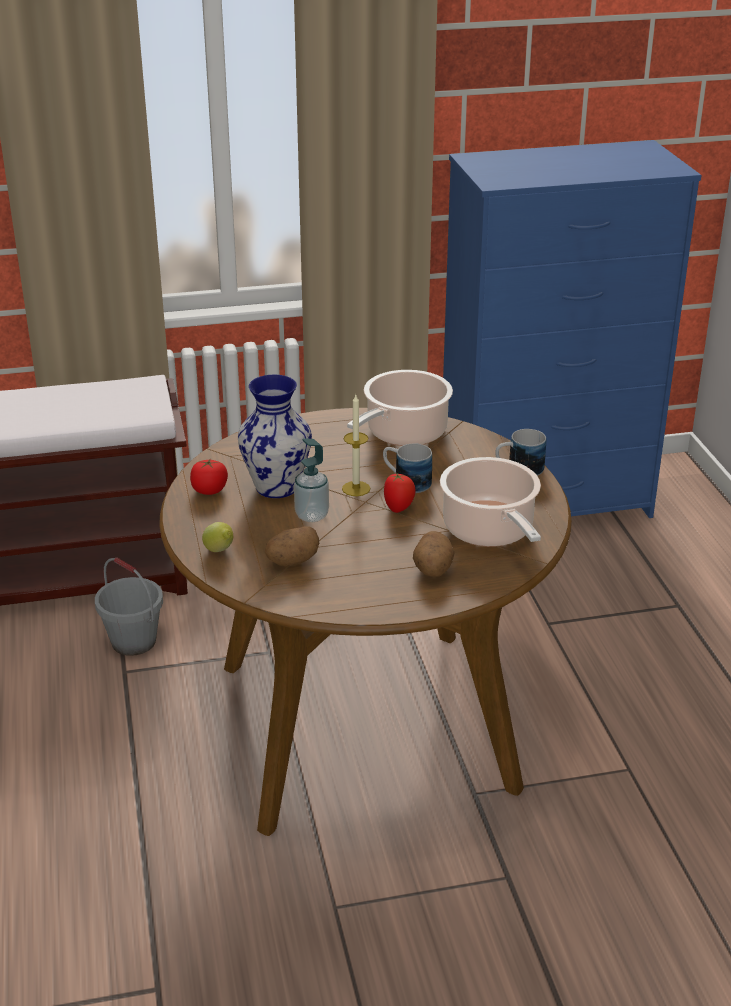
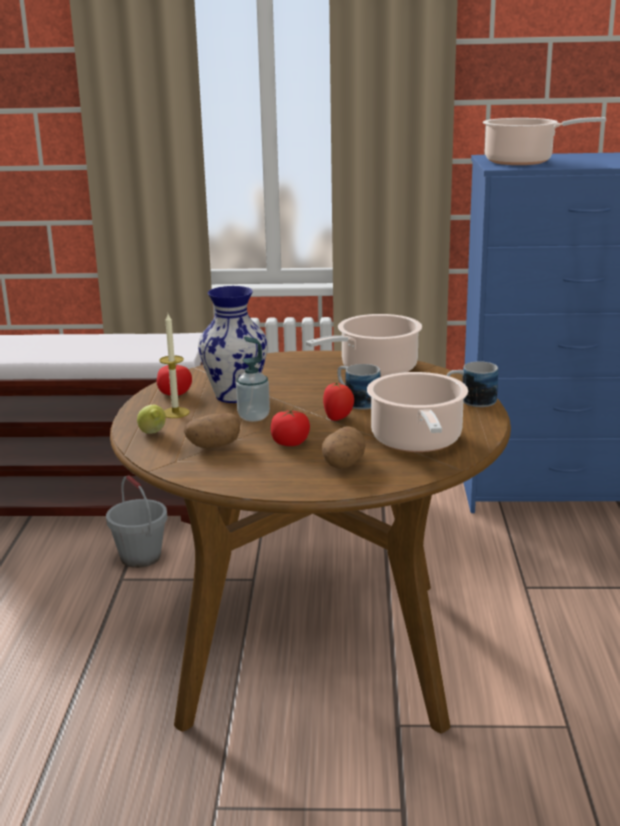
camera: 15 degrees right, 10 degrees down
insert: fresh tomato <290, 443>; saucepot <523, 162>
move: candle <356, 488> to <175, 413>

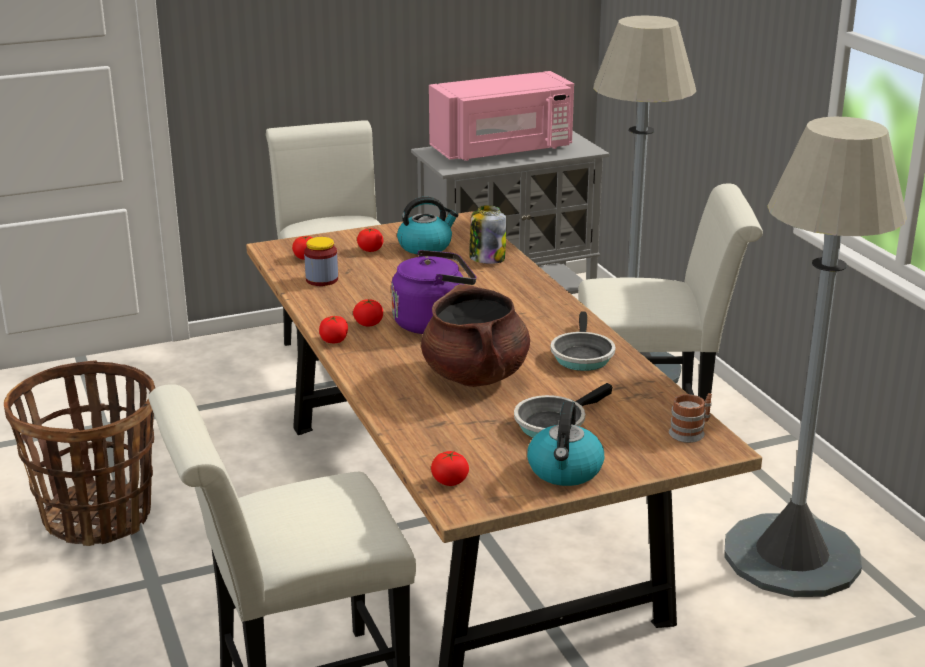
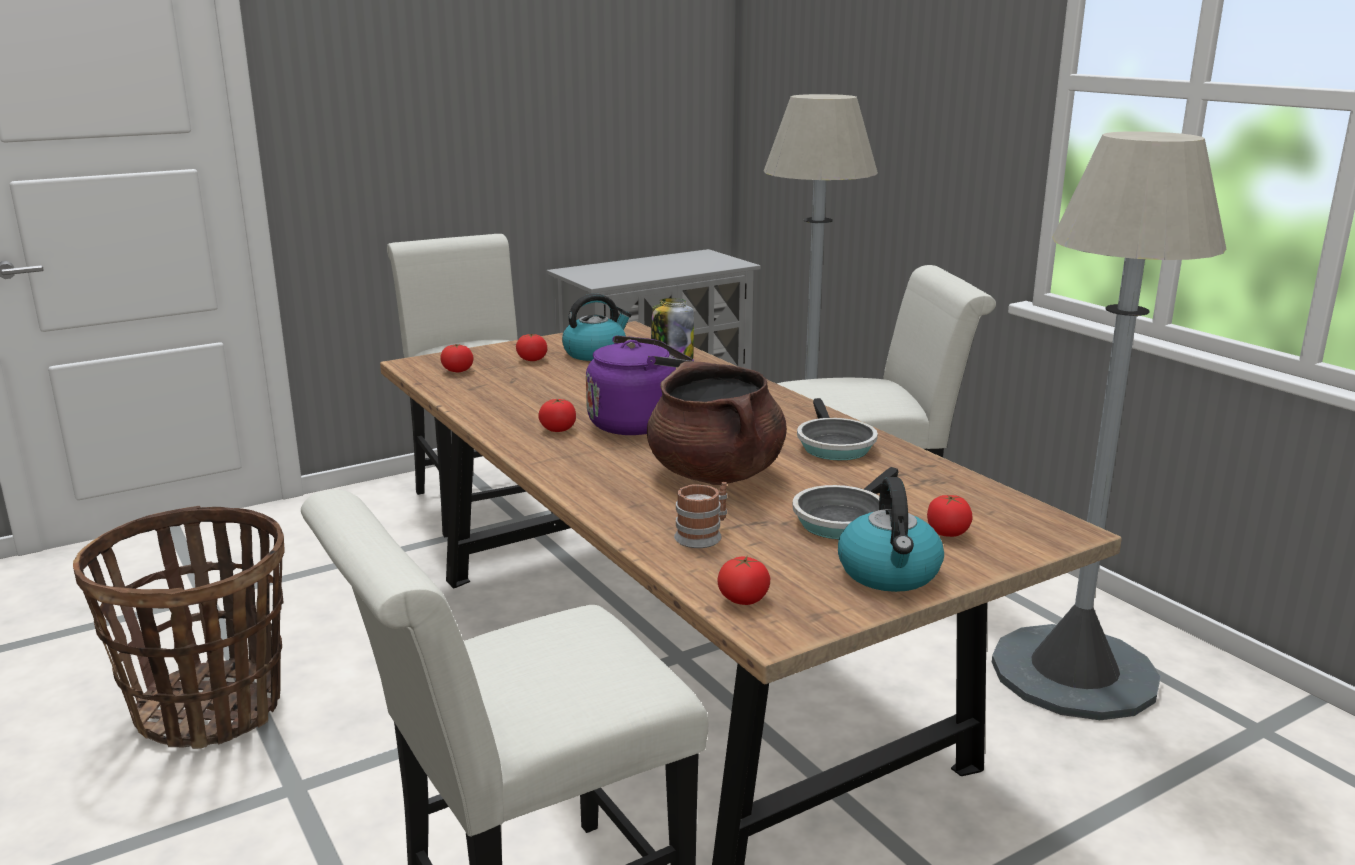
camera: 10 degrees left, 5 degrees down
delete: storage jar <322, 280>; pink-coloured microwave oven <503, 150>
move: fresh tomato <334, 340> to <947, 532>; tea mug <691, 432> to <703, 535>

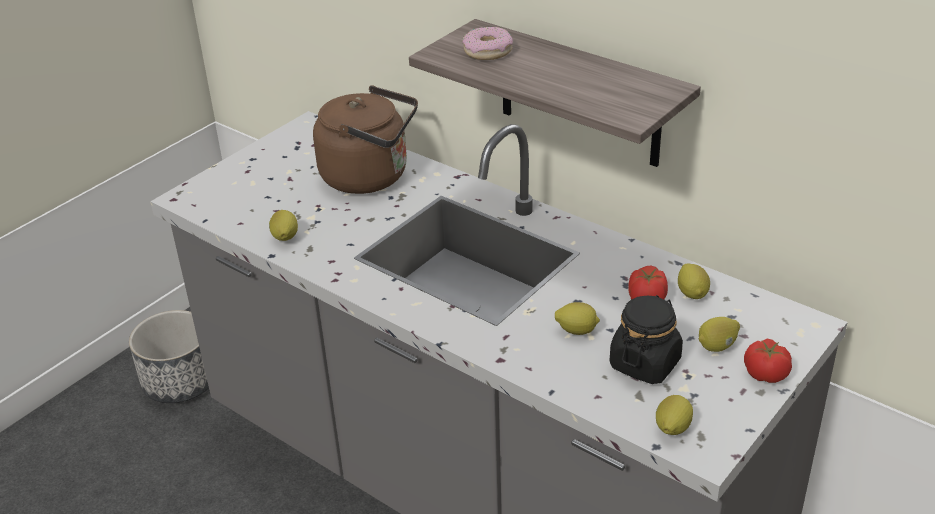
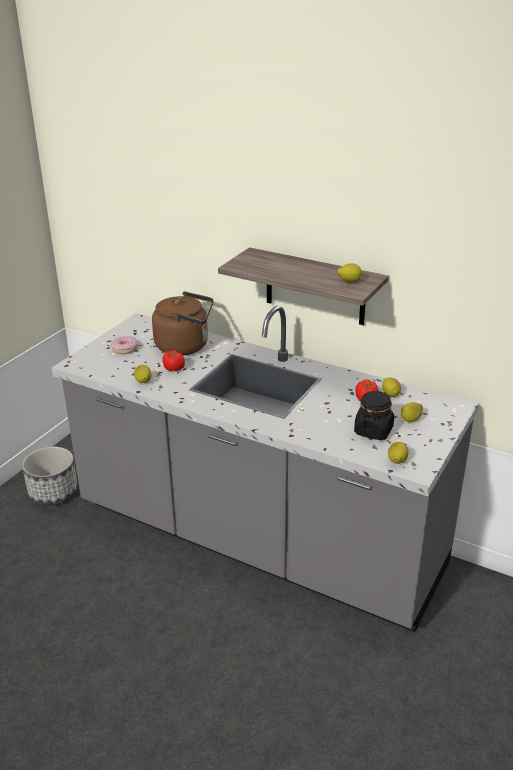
camera: 10 degrees left, 5 degrees down
move: doughnut <487, 51> to <125, 349>; whole lemon <576, 330> to <349, 281>; fresh tomato <765, 375> to <174, 368>

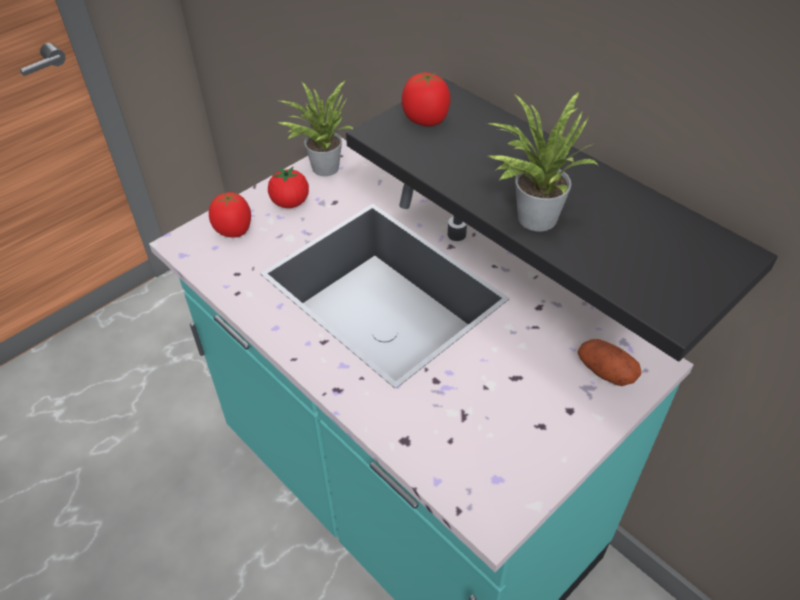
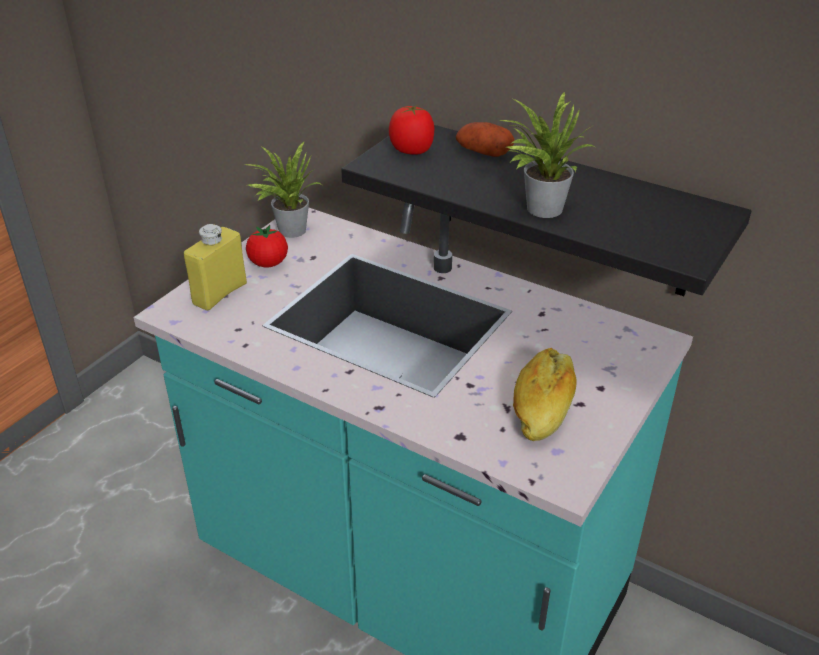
camera: 15 degrees left, 10 degrees down
insert: bakery bread <543, 406>
move: whole potato <605, 371> to <483, 153>
replace: fresh tomato <234, 230> to yellow bottle <220, 294>

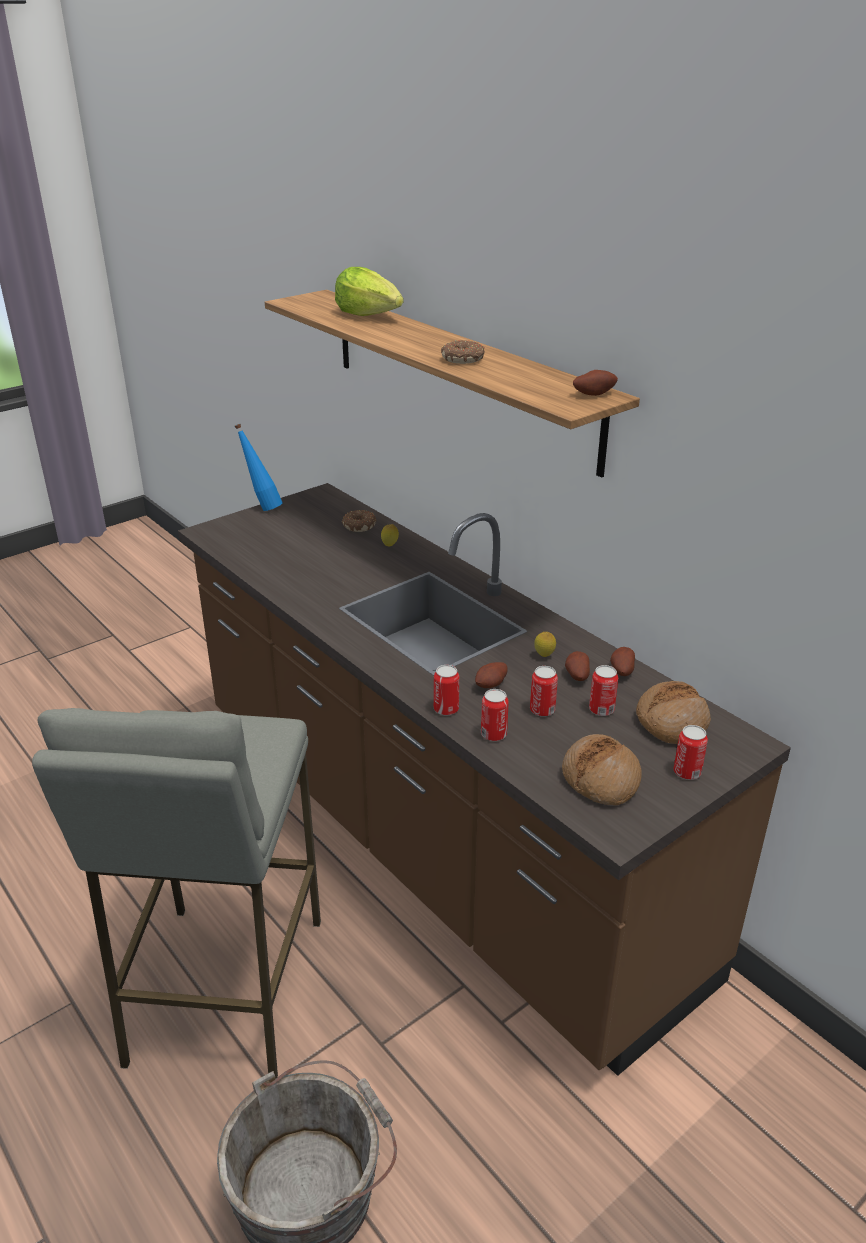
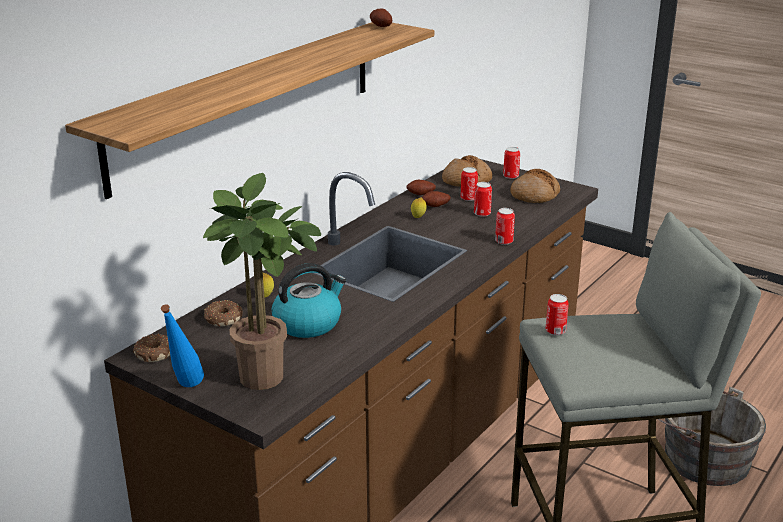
camera: 105 degrees left, 5 degrees down
delete: lettuce head <370, 315>; whole potato <492, 685>
insert: houseplant <267, 380>; tea kettle <308, 323>
move: doughnut <463, 359> to <154, 353>; can <493, 734> to <555, 331>

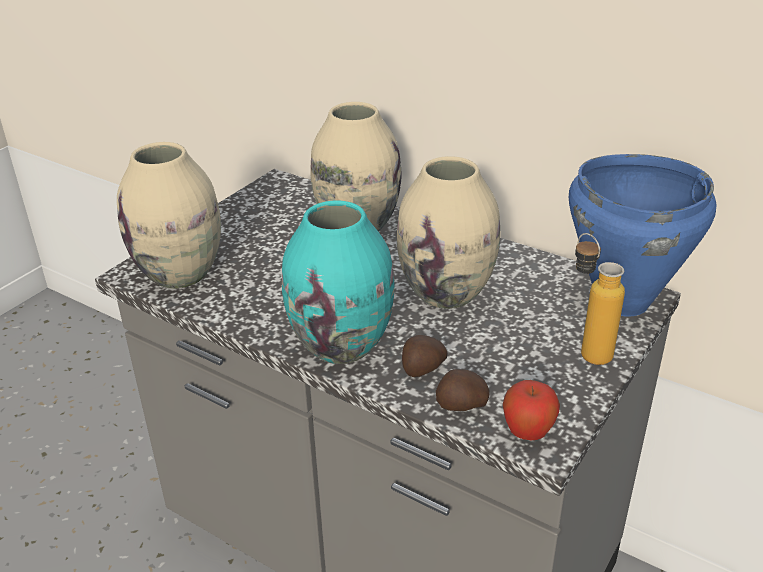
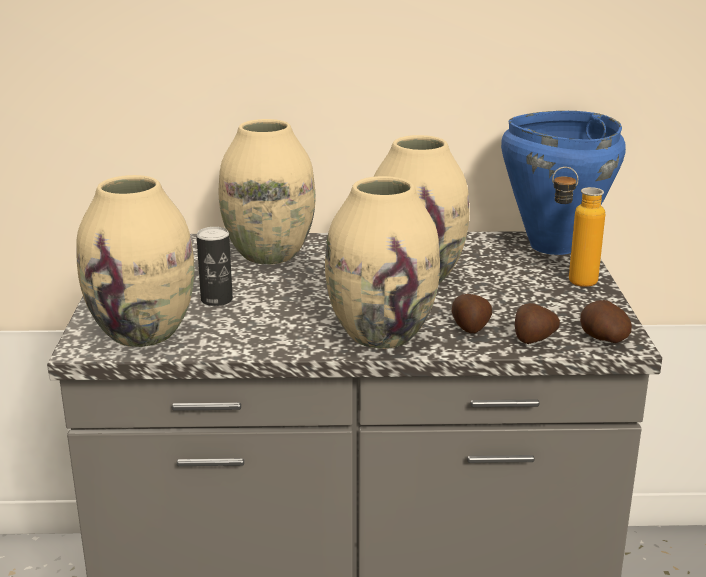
camera: 35 degrees left, 10 degrees down
insert: can <216, 300>
replace: whole apple <527, 433> to whole potato <602, 339>
recolor: blue-green flower vase <342, 345> to sand-coloured flower vase <381, 334>

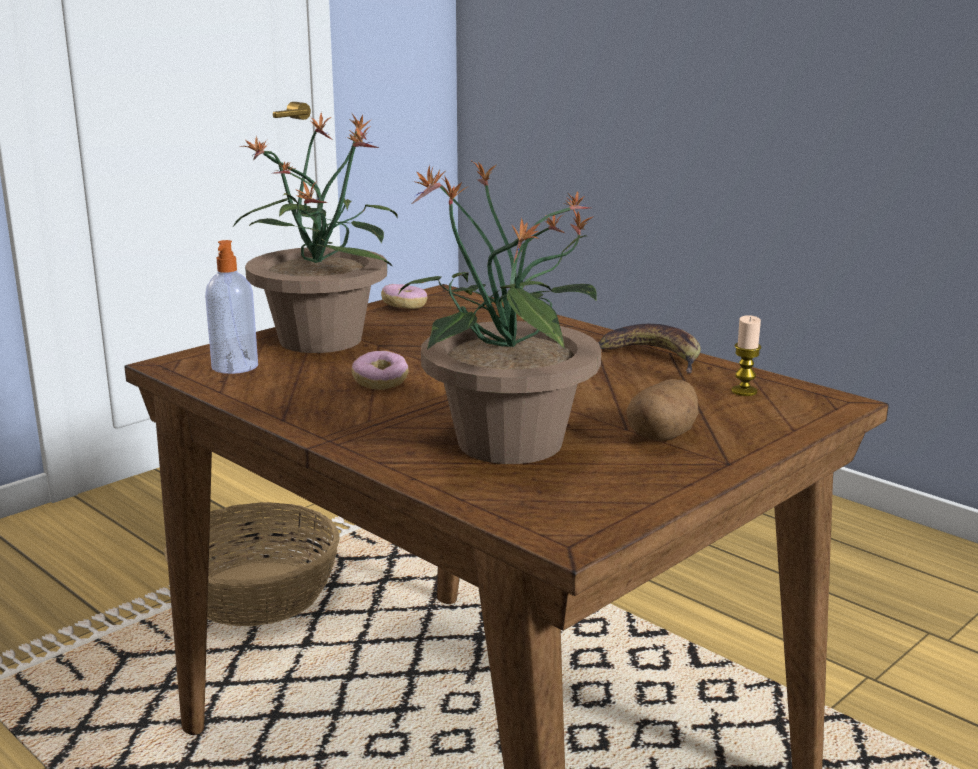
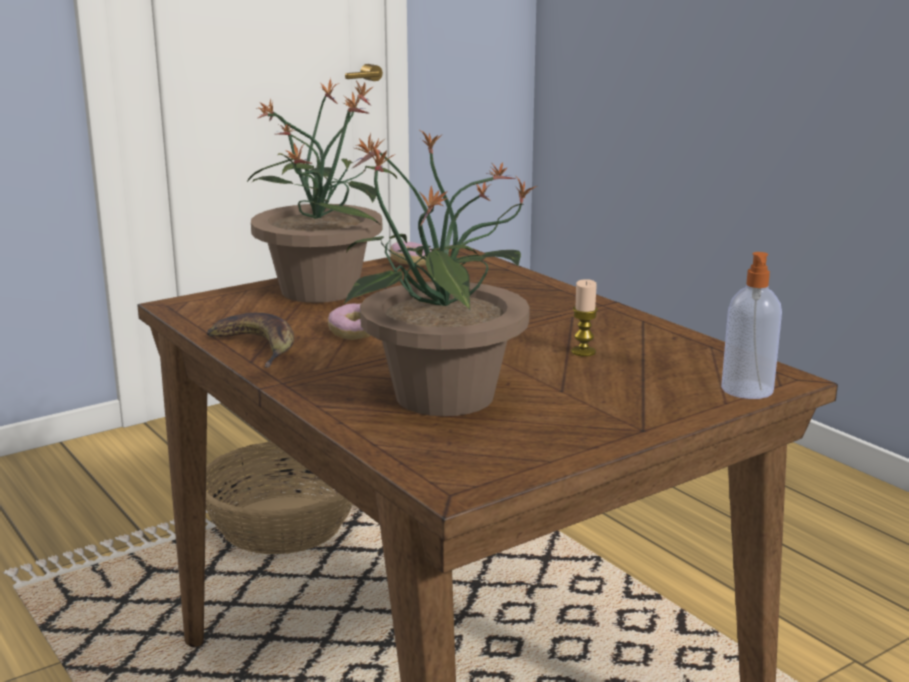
camera: 10 degrees right, 0 degrees up
delete: whole potato <662, 435>
move: soap bottle <234, 367> to <747, 390>; whole banana <652, 356> to <256, 347>; candle <744, 391> to <583, 352>

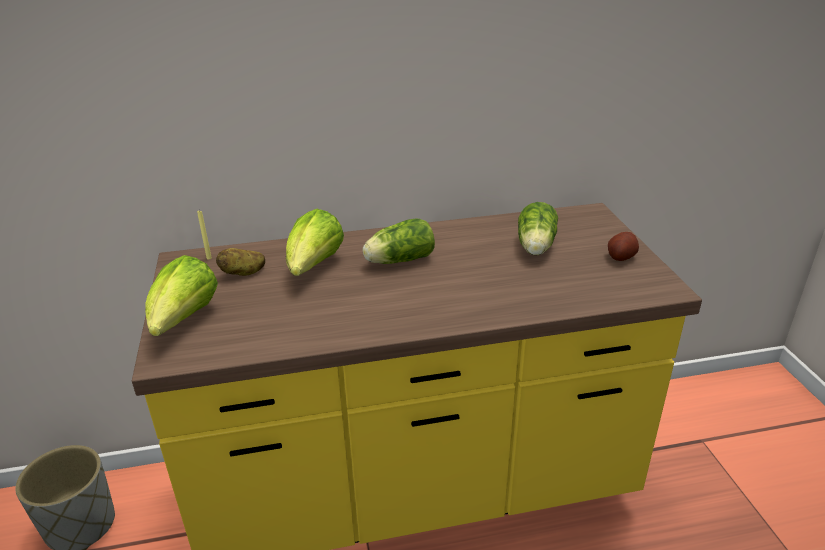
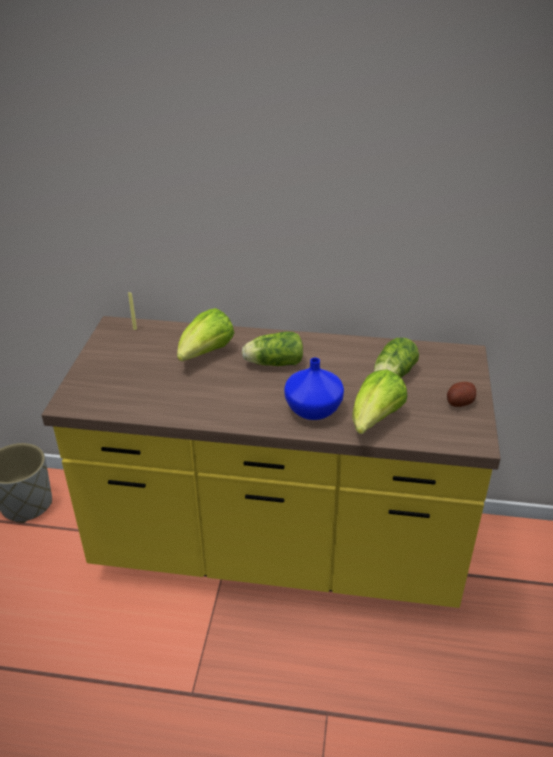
camera: 20 degrees right, 5 degrees up
delete: whole potato <243, 273>
insert: blue flower vase <313, 409>
move: lettuce head <184, 320> to <375, 420>

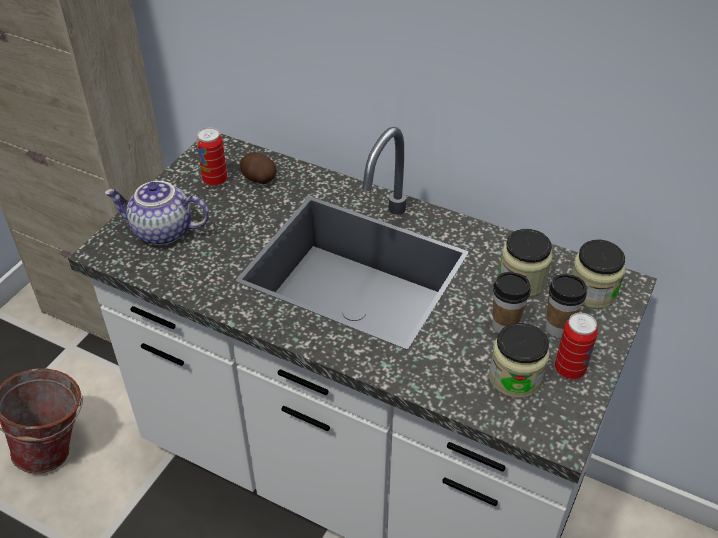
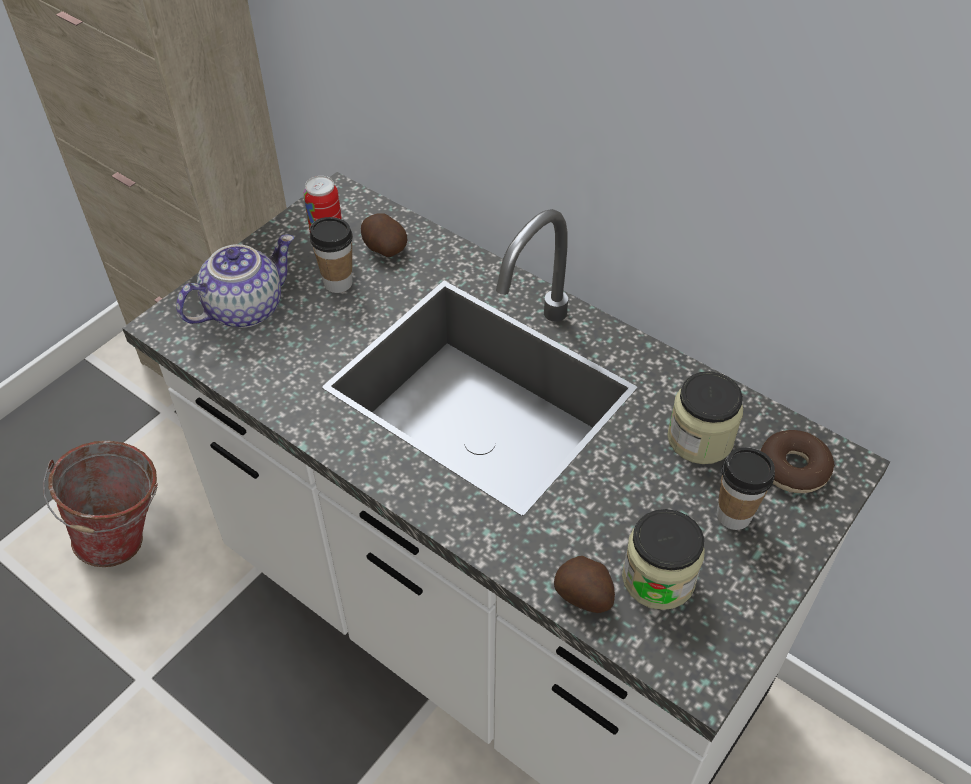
camera: 10 degrees right, 5 degrees up
delete: can <569, 370>
insert: whole potato <584, 596>
move: drinking cup <504, 326> to <338, 283>
replace: storage jar <592, 292> to doughnut <793, 469>
rotate: teapot <161, 232> = <245, 307> 120 degrees clockwise

